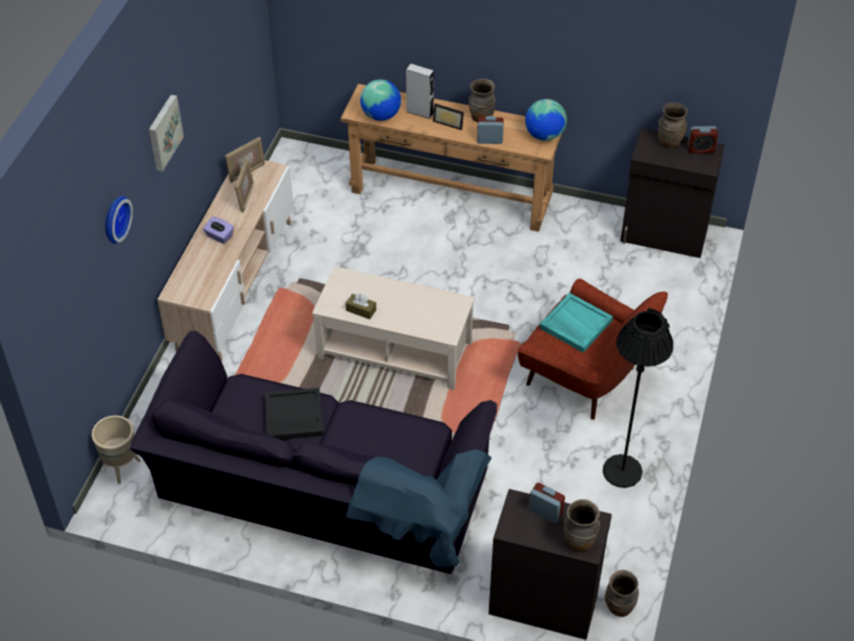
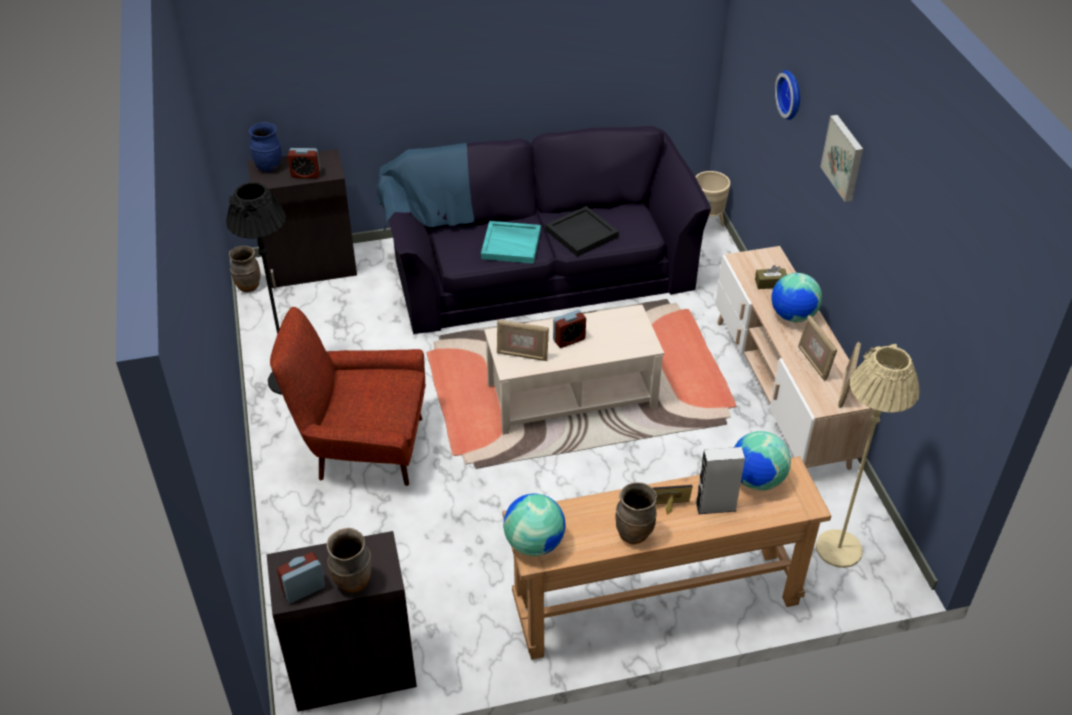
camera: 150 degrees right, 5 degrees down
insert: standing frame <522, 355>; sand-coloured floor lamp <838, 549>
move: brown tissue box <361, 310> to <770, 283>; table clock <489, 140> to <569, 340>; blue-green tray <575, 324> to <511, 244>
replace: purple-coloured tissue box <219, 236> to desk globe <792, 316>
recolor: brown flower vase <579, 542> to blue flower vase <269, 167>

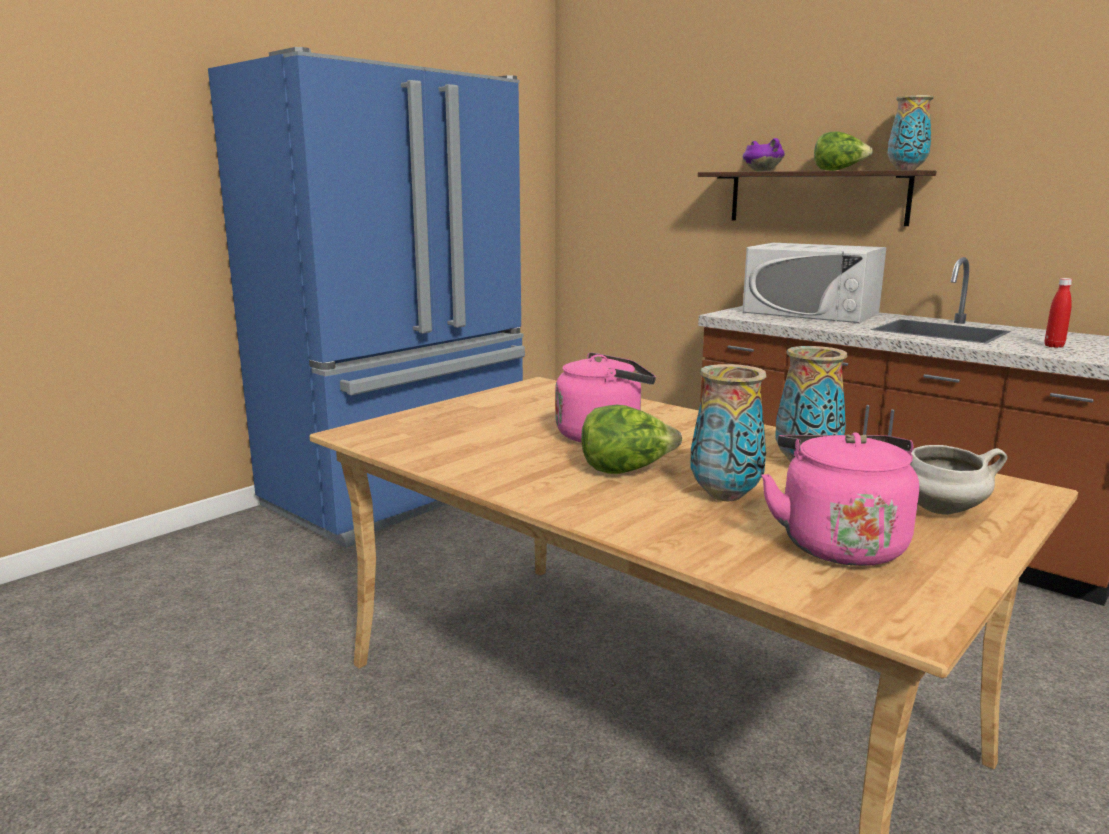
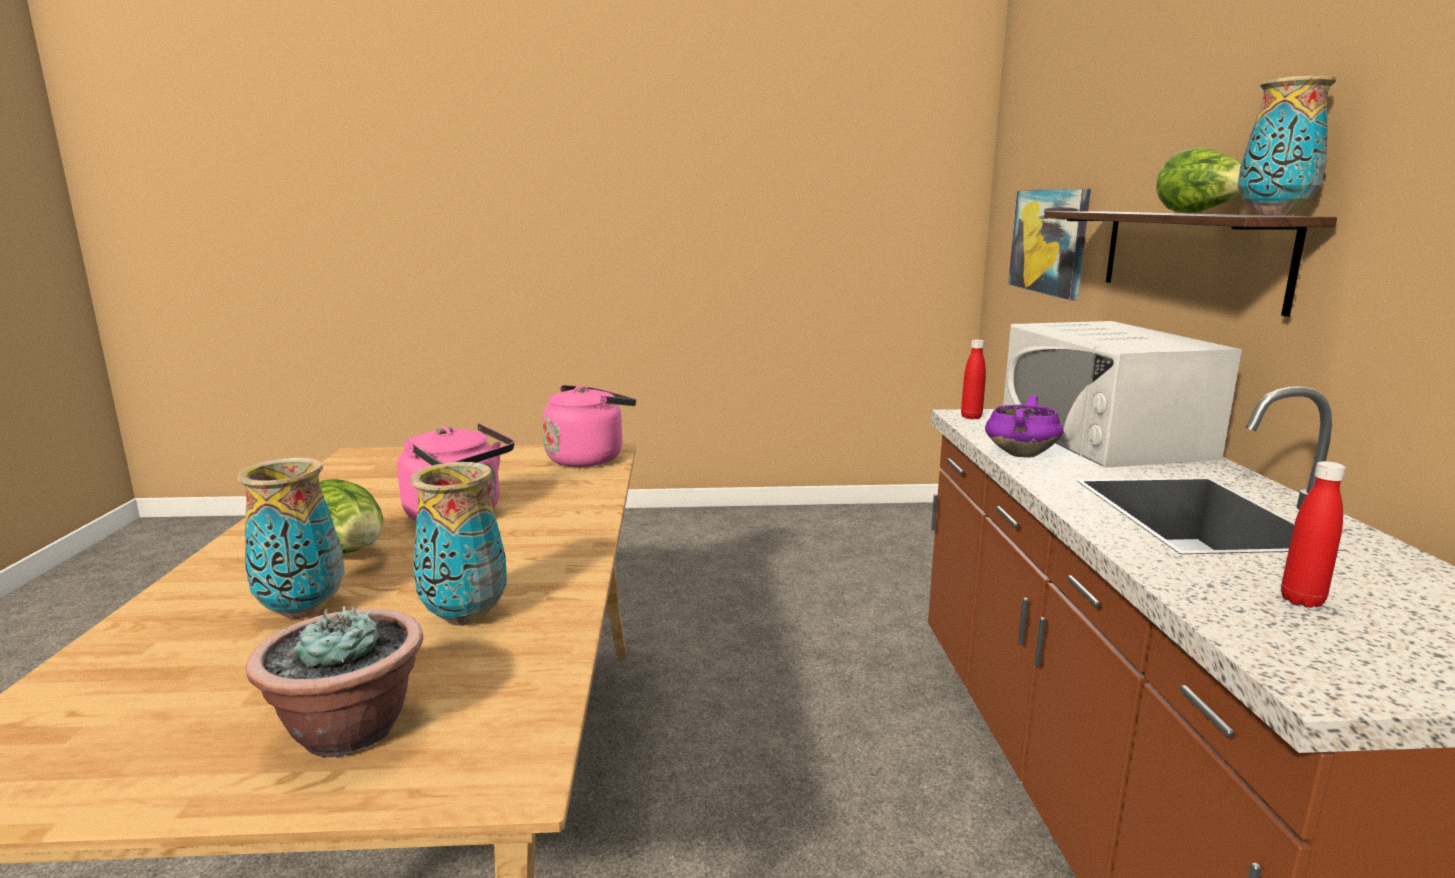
camera: 45 degrees right, 0 degrees up
delete: blue refrigerator <401, 494>
insert: red bottle <971, 417>; wall picture <1049, 241>
move: purple-coloured saucepot <761, 171> to <1020, 454>; pink-coloured tea kettle <838, 543> to <588, 458>
replace: whitish saucepot <938, 510> to houseplant <349, 730>

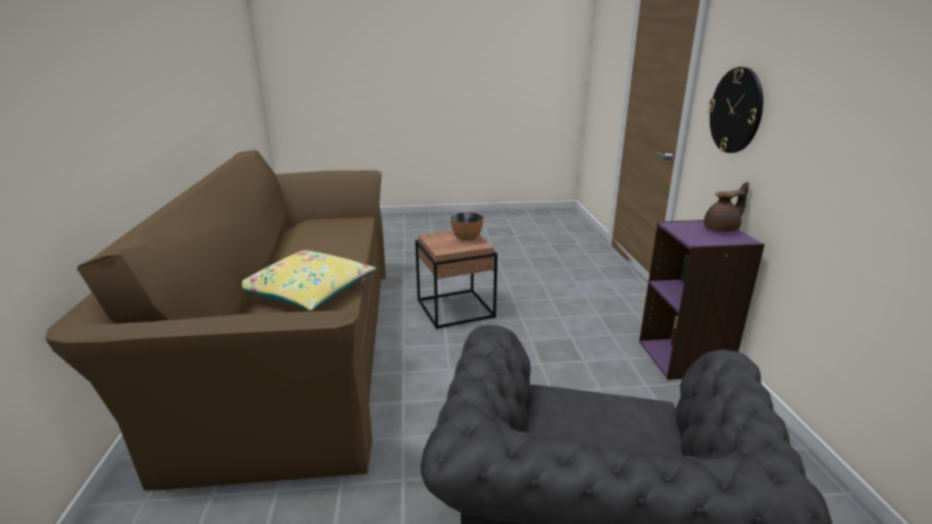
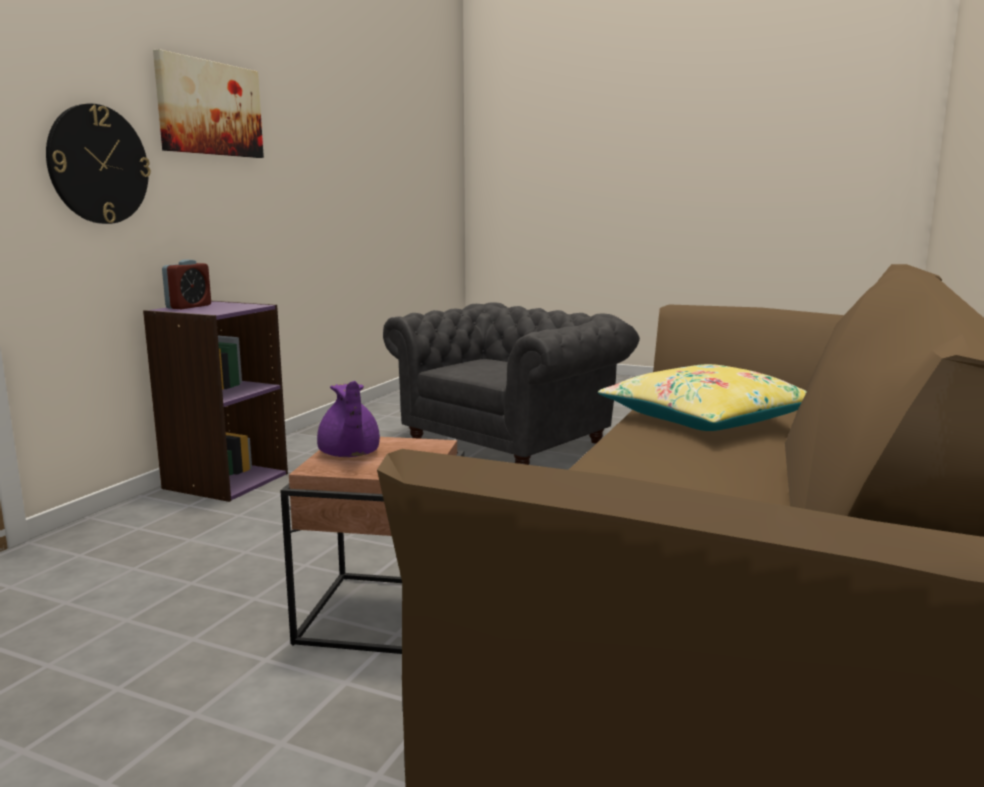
camera: 150 degrees left, 10 degrees down
insert: wall picture <209, 108>
replace: deep dish <467, 238> to purple-coloured teapot <348, 454>; brown teapot <722, 229> to table clock <189, 306>

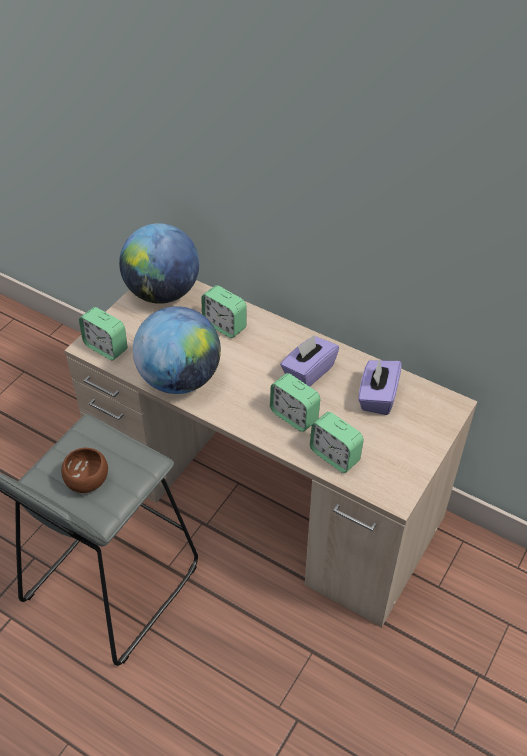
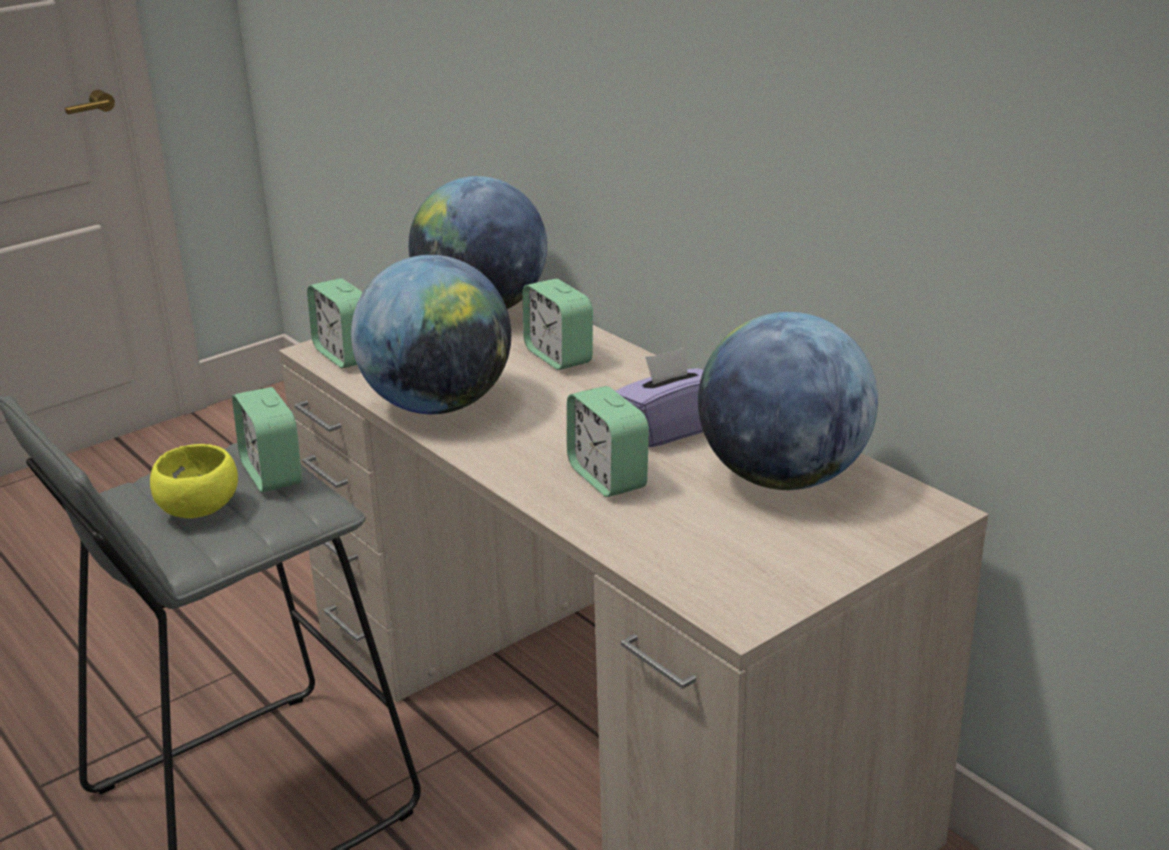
camera: 20 degrees right, 20 degrees down
move: table clock <334, 455> to <272, 474>
replace: purple-coloured tissue box <377, 397> to desk globe <783, 477>
recolor: brown deep dish <88, 480> to yellow deep dish <201, 509>

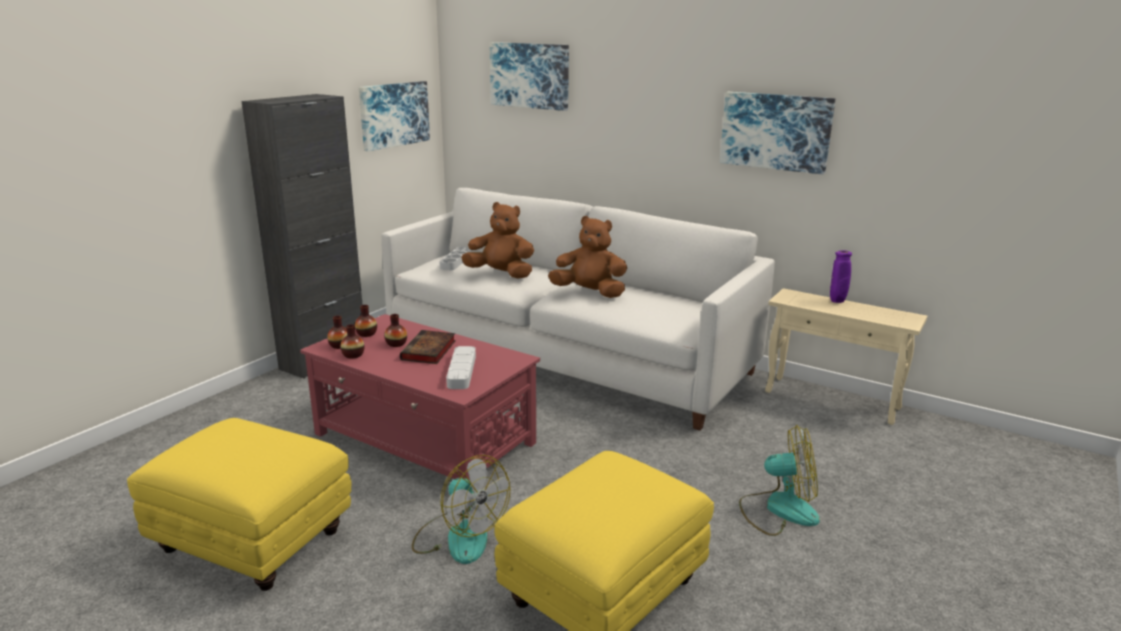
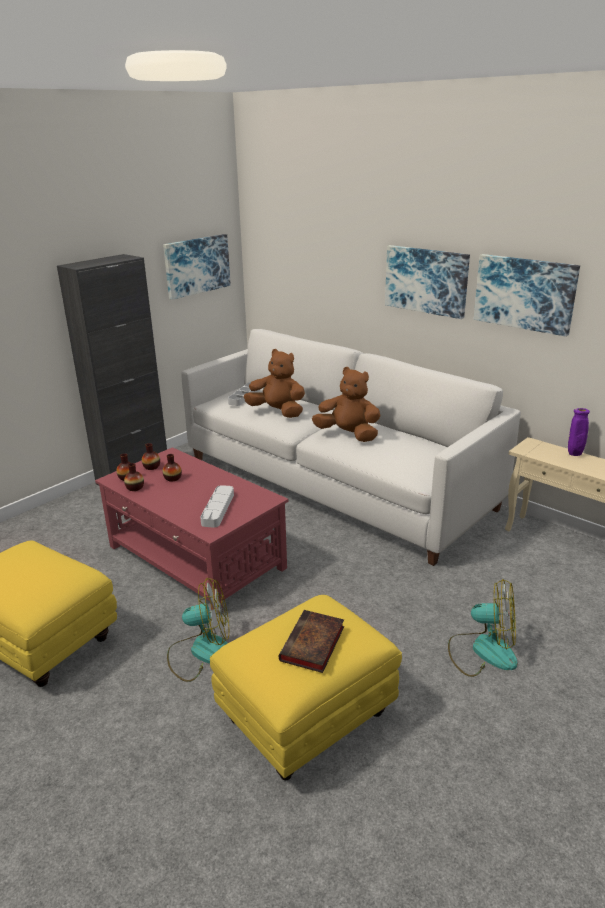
camera: 10 degrees right, 5 degrees up
move: volume <428, 351> to <312, 645>; wall picture <530, 75> to <426, 280>
rotate: fan <459, 537> = <201, 652> 60 degrees counterclockwise

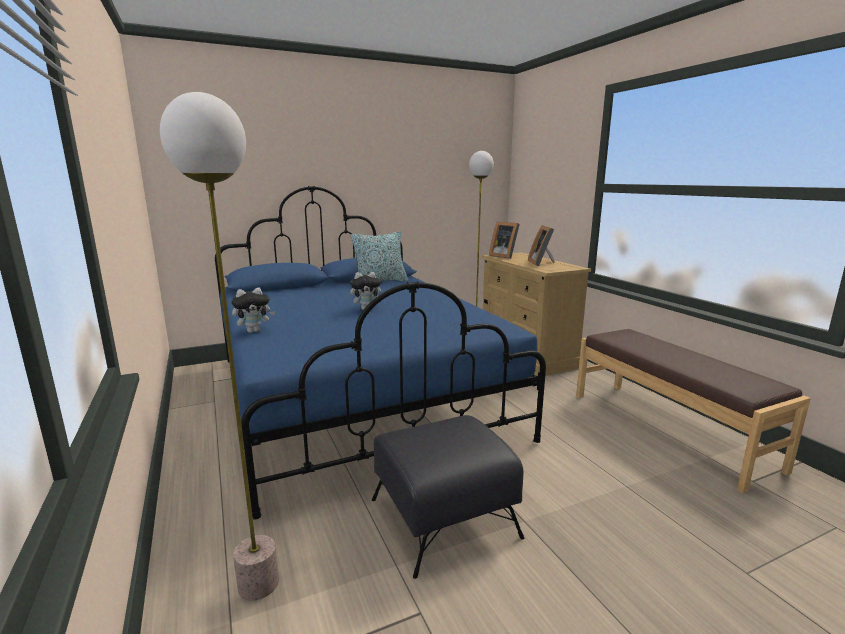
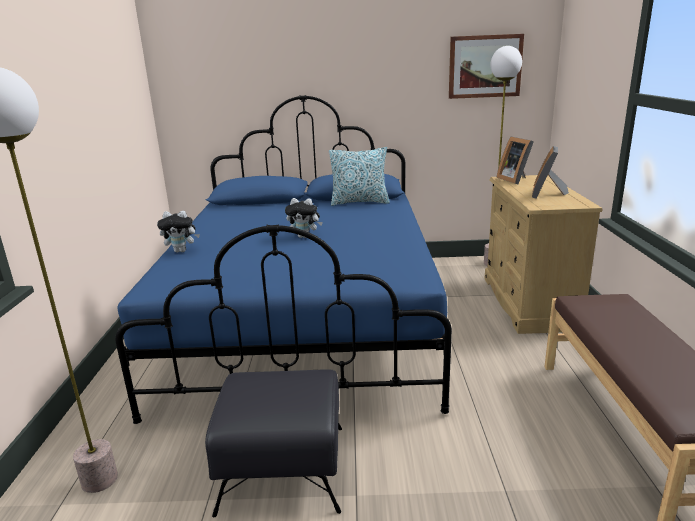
camera: 25 degrees right, 5 degrees up
insert: wall picture <485, 66>

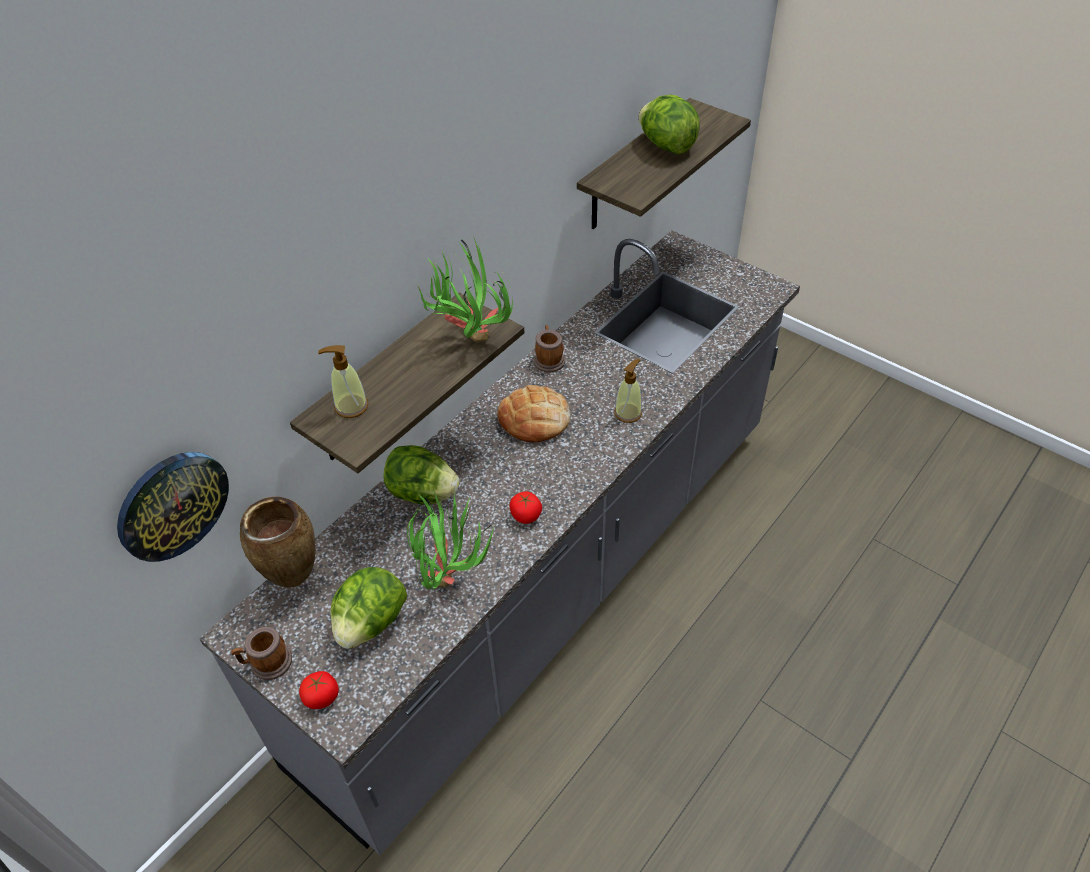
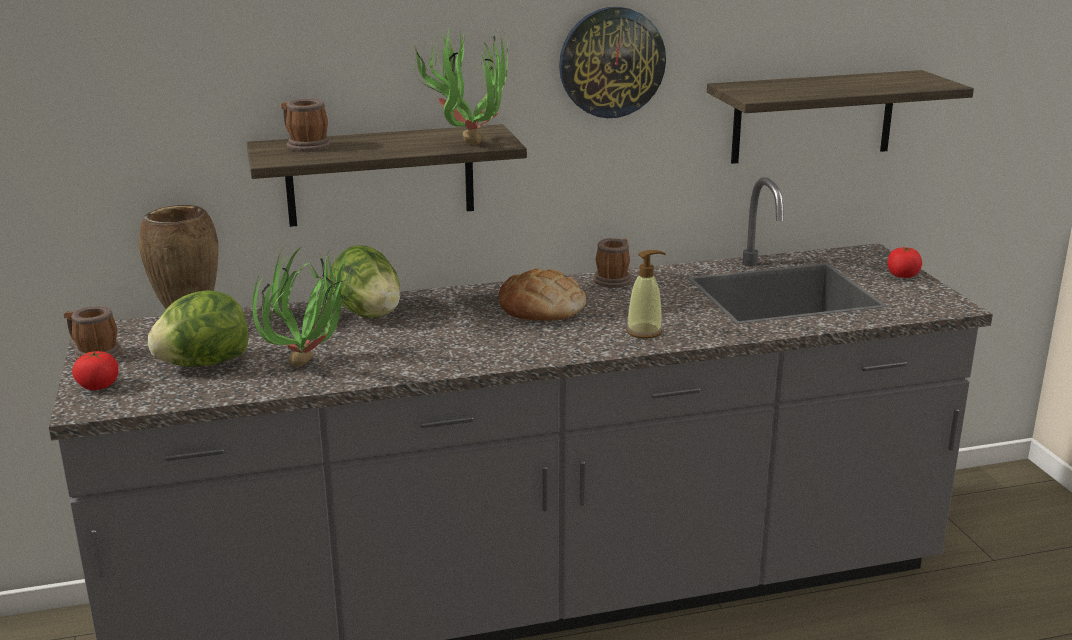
camera: 35 degrees right, 25 degrees down
delete: lettuce head <666, 146>
move: wall clock <172, 505> to <611, 62>; fresh tomato <526, 515> to <902, 275>
replace: soap bottle <351, 406> to tea mug <304, 145>

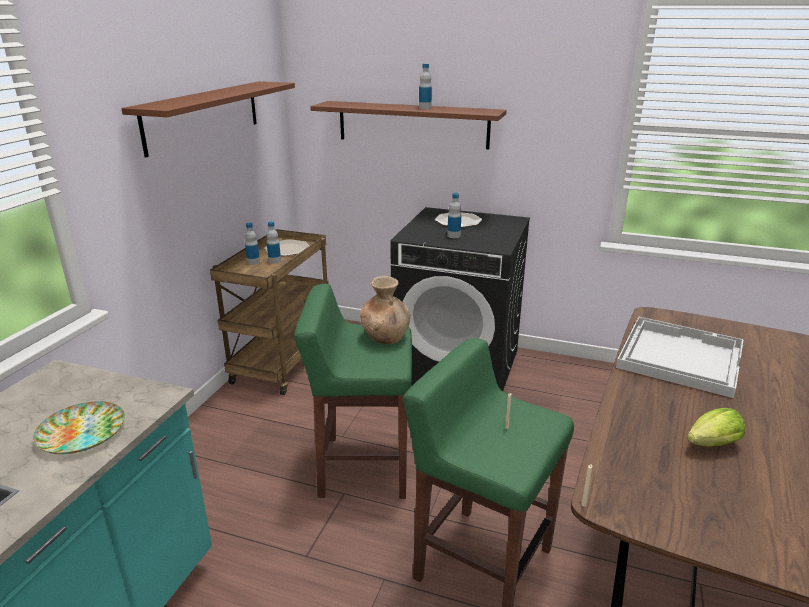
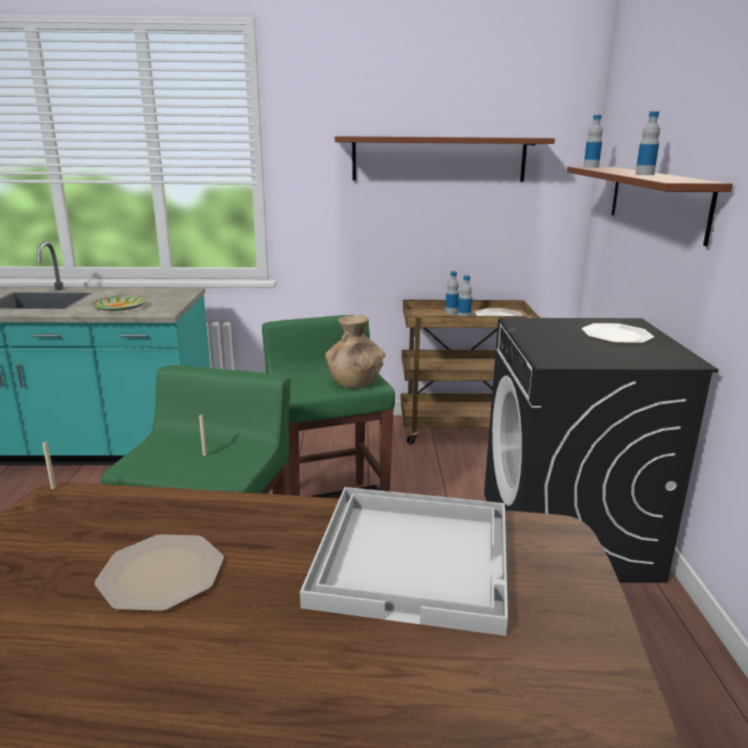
camera: 70 degrees right, 5 degrees down
move: bottle <453, 236> to <591, 167>
replace: lettuce head <709, 445> to dinner plate <161, 574>

